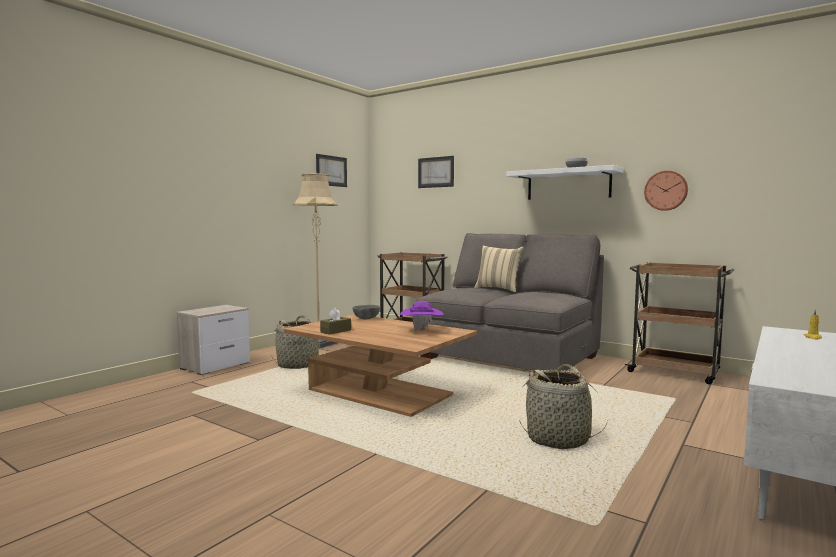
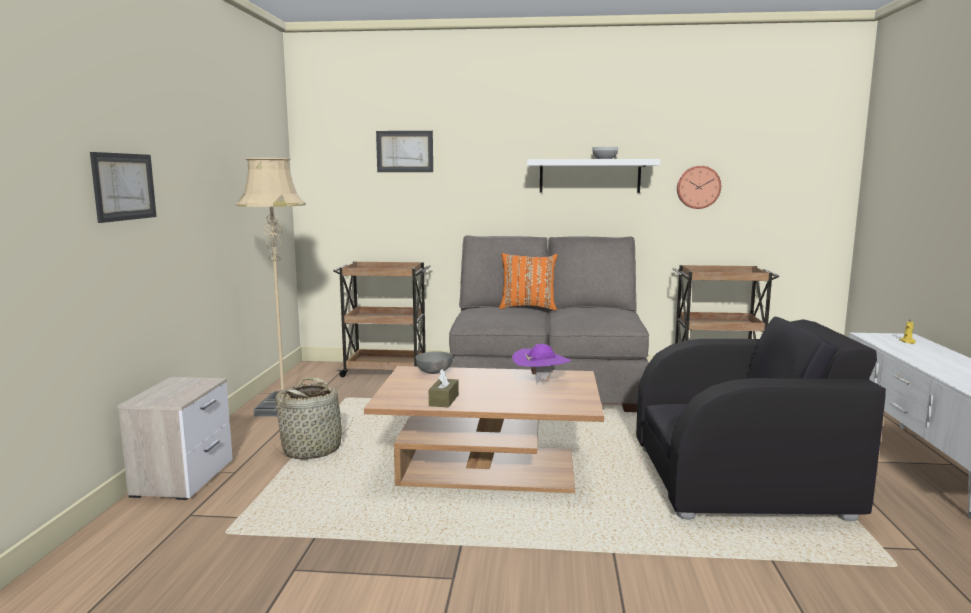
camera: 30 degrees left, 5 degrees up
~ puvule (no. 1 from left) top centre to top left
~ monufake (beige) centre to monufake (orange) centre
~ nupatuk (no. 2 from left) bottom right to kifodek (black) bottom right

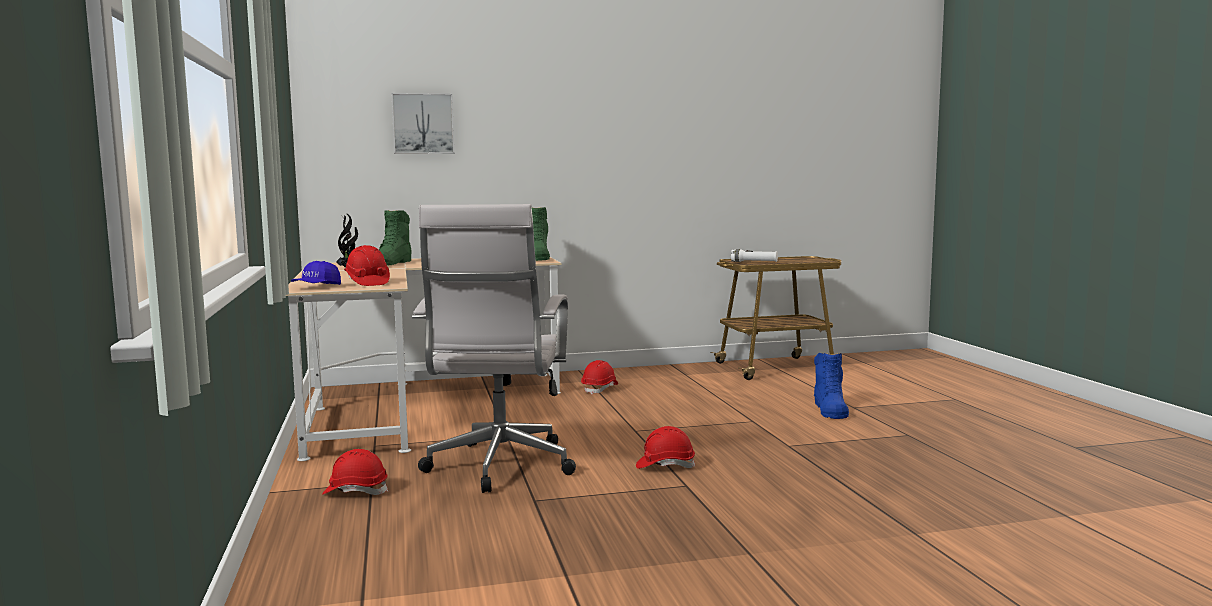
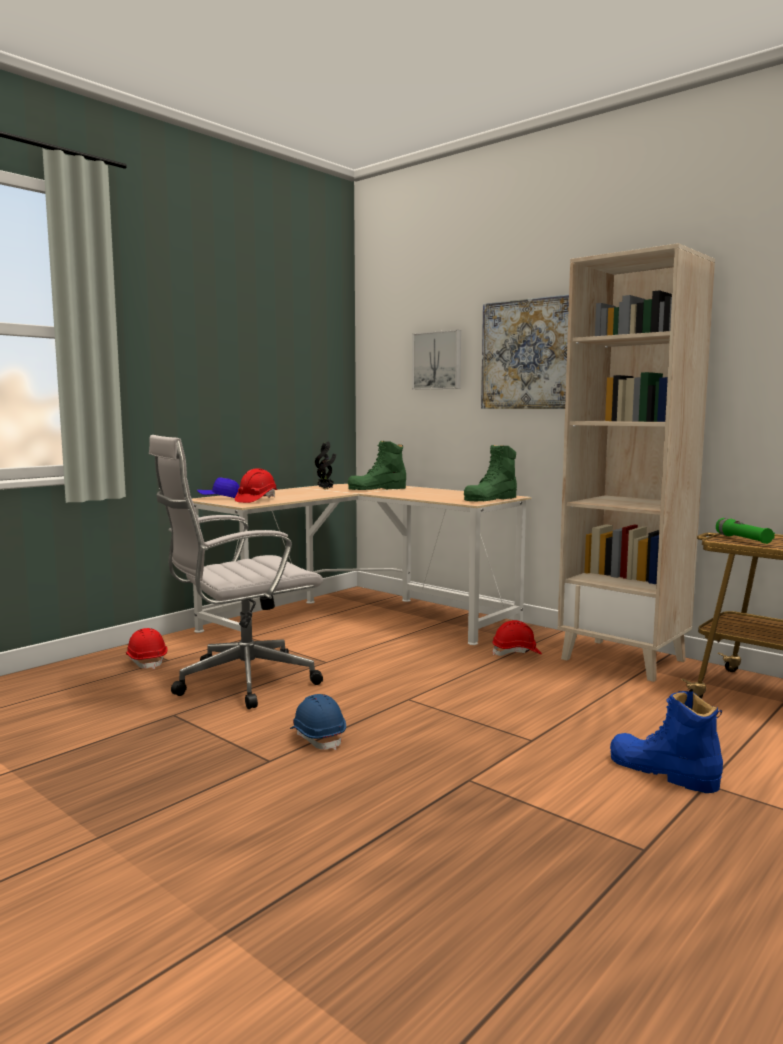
camera: 55 degrees right, 0 degrees up
~ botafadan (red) (no. 4 from left) bottom centre to botafadan (blue) bottom centre
+ puvule (no. 2 from left) middle right
+ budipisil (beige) middle right
~ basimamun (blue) middle right = bottom right 75 degrees clockwise
~ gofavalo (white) centre to gofavalo (green) middle right

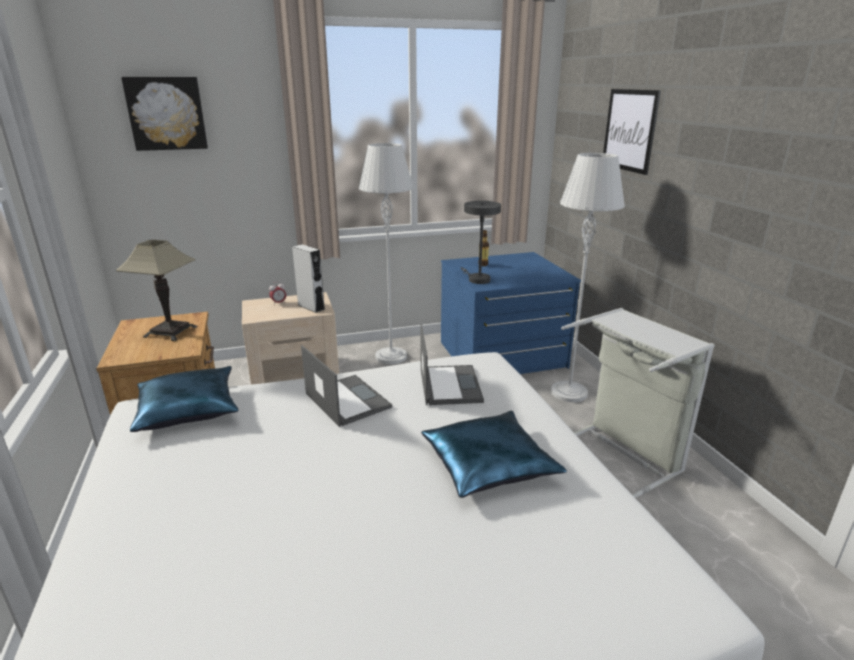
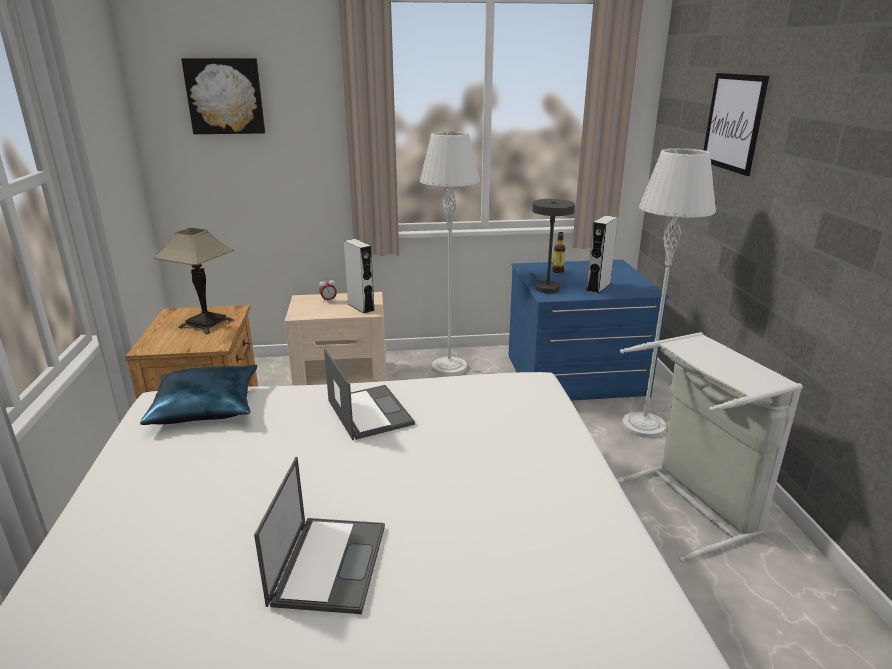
camera: 10 degrees right, 0 degrees up
~ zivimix (no. 2 from left in the first image) centre to zivimix (no. 1 from left) bottom centre
+ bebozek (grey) (no. 2 from left) middle right
- monufake (blue) (no. 2 from left) bottom centre

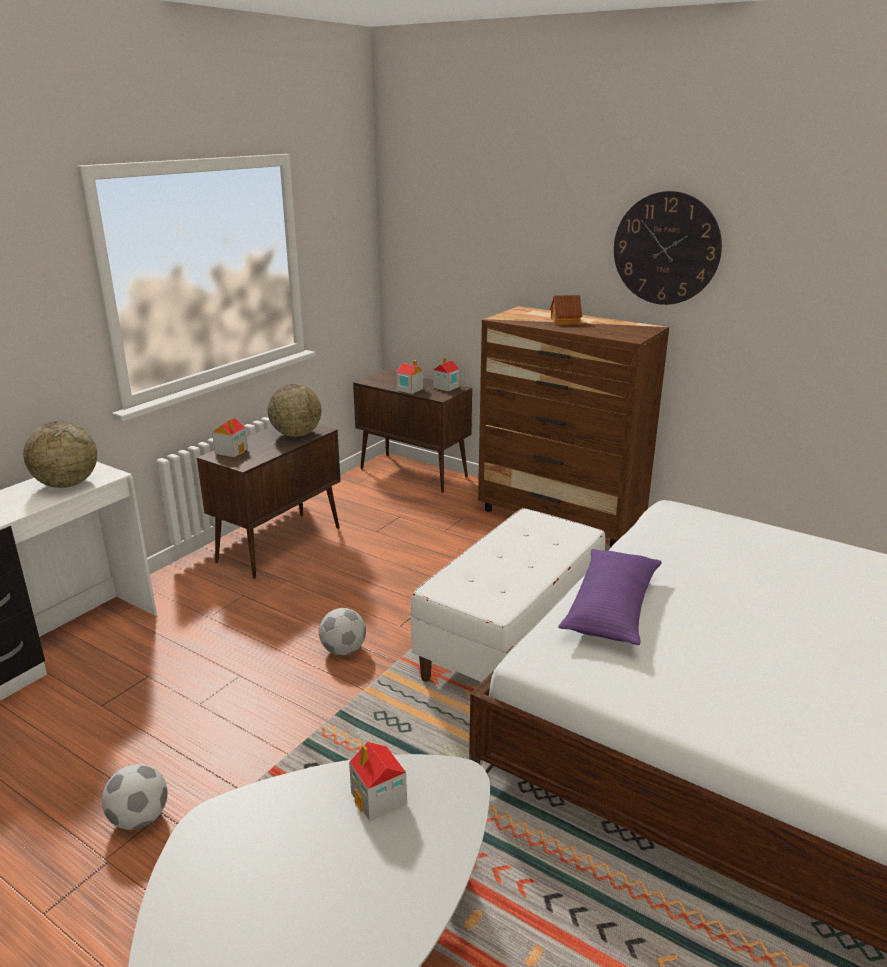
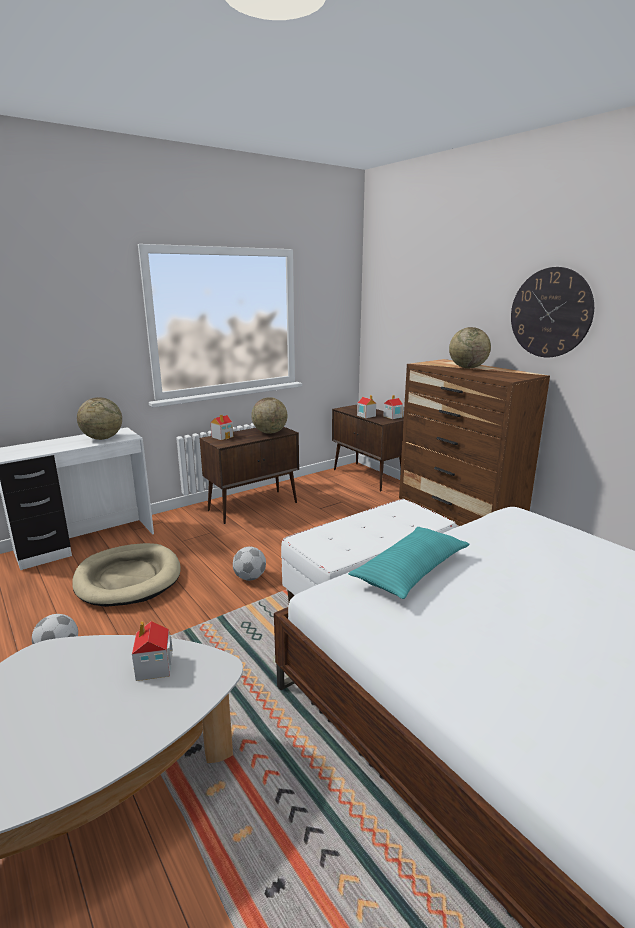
camera: 20 degrees right, 5 degrees down
+ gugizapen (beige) middle left
~ monufake (purple) middle right to monufake (turquoise) centre
~ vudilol (no. 5 from left) top centre to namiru (no. 3 from left) middle right

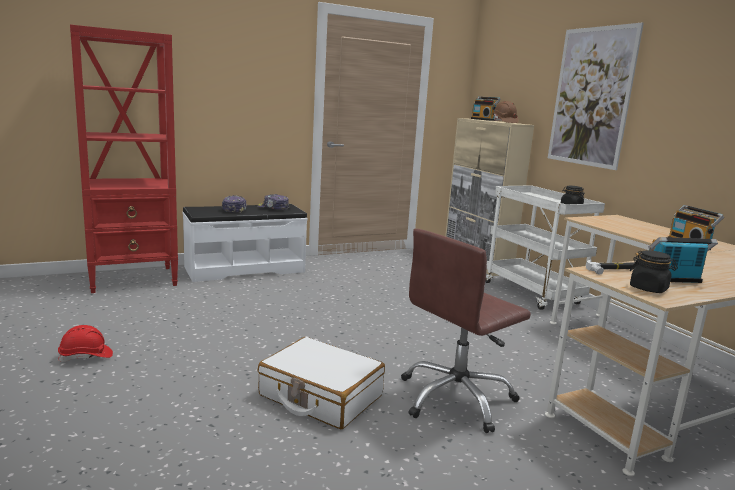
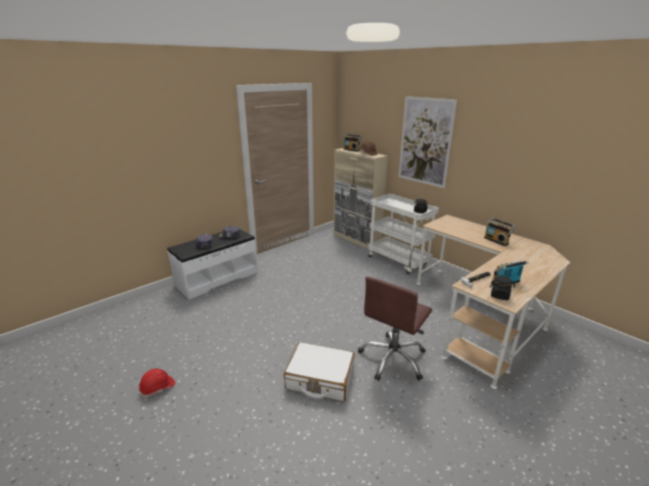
camera: 15 degrees left, 10 degrees up
- budipisil (red) top left

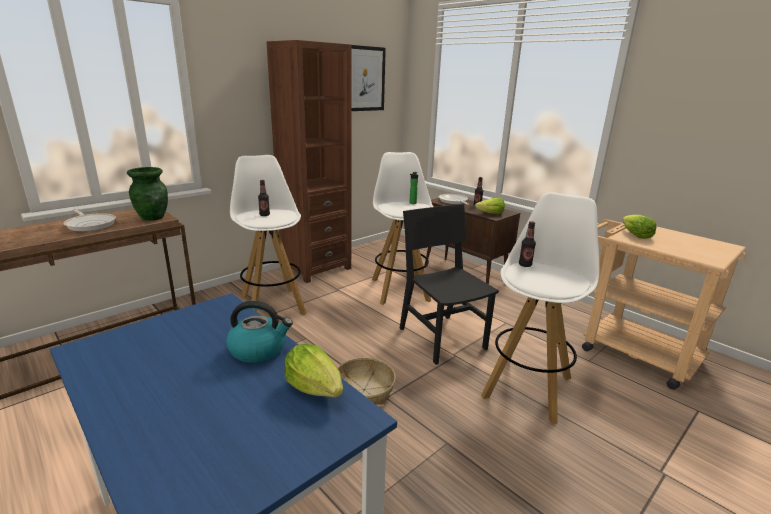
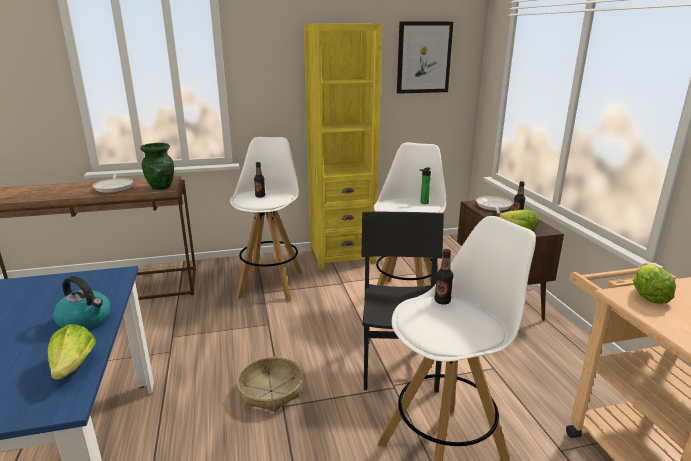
camera: 30 degrees right, 0 degrees up
~ budipisil (brown) top centre to budipisil (yellow) top centre

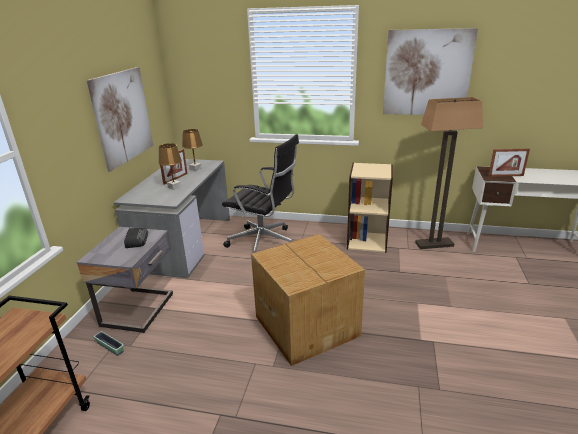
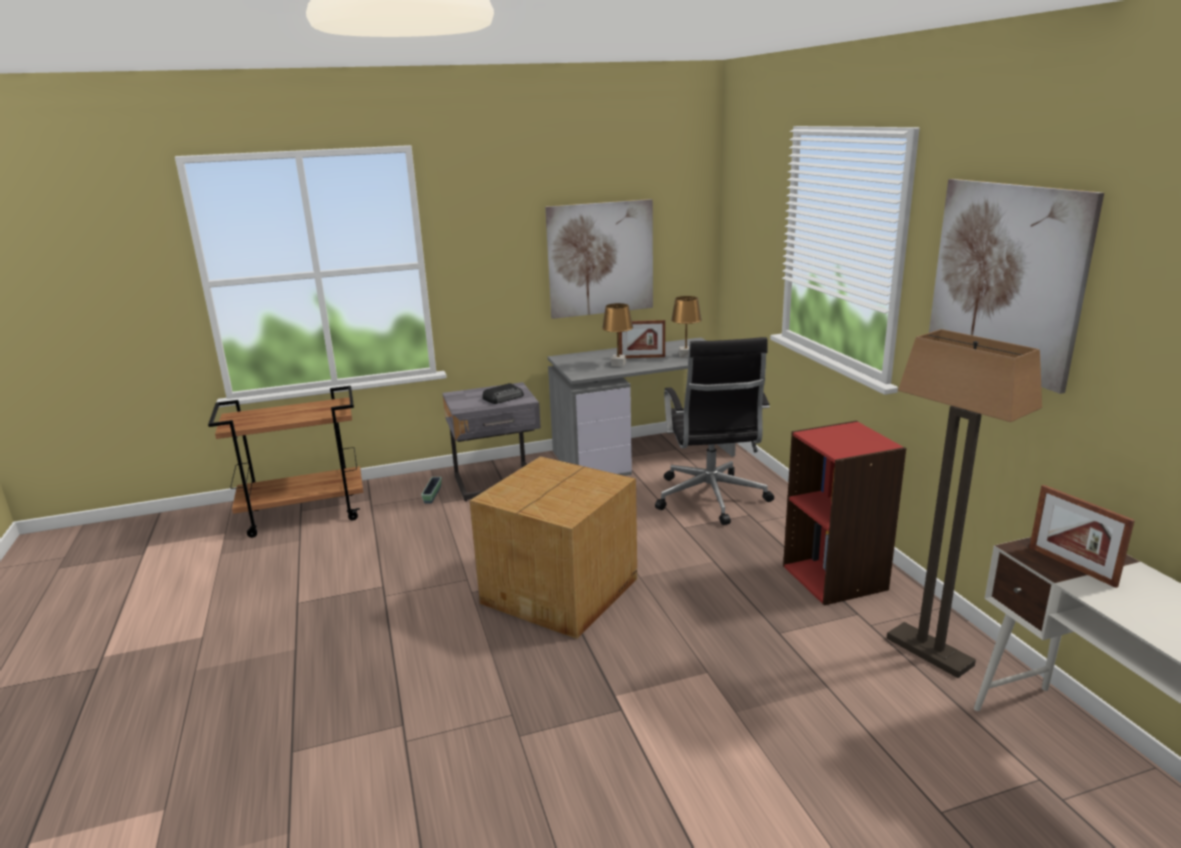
camera: 60 degrees right, 5 degrees down
~ budipisil (beige) centre to budipisil (red) middle right

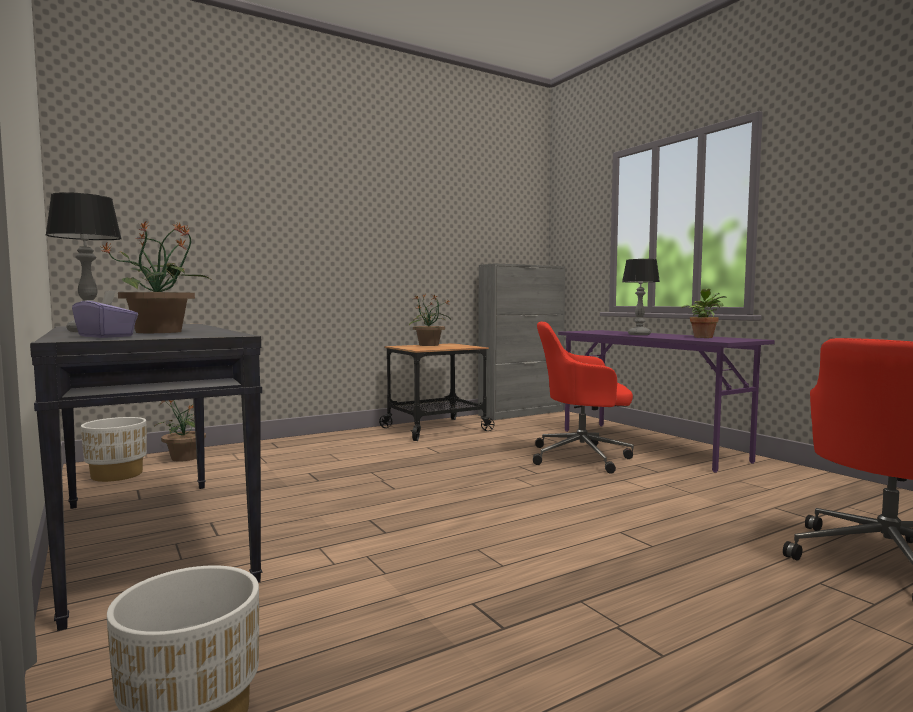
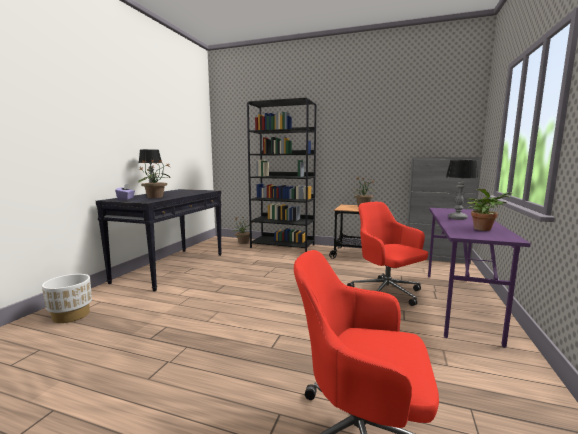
camera: 50 degrees right, 5 degrees up
+ budipisil (black) centre
- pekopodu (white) (no. 1 from left) middle left

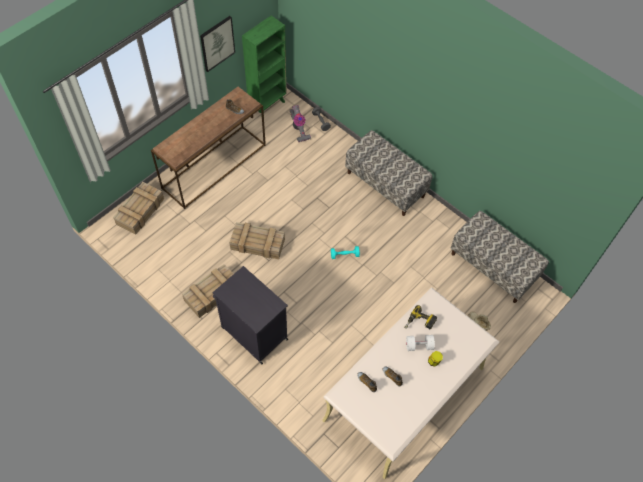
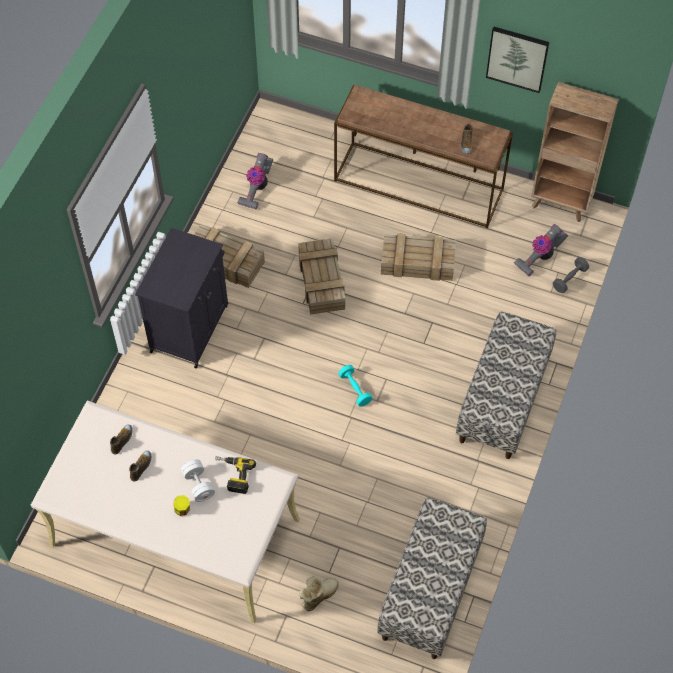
camera: 70 degrees right, 0 degrees up
+ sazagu (no. 1 from left) top centre
~ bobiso (no. 1 from left in the first image) middle left to bobiso (no. 3 from left) centre
~ budipisil (green) top centre to budipisil (brown) top right

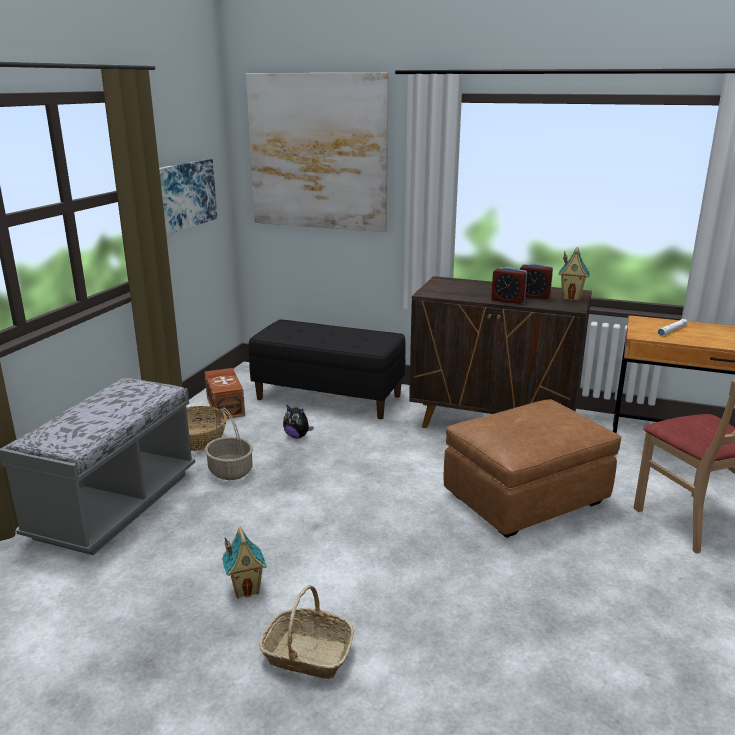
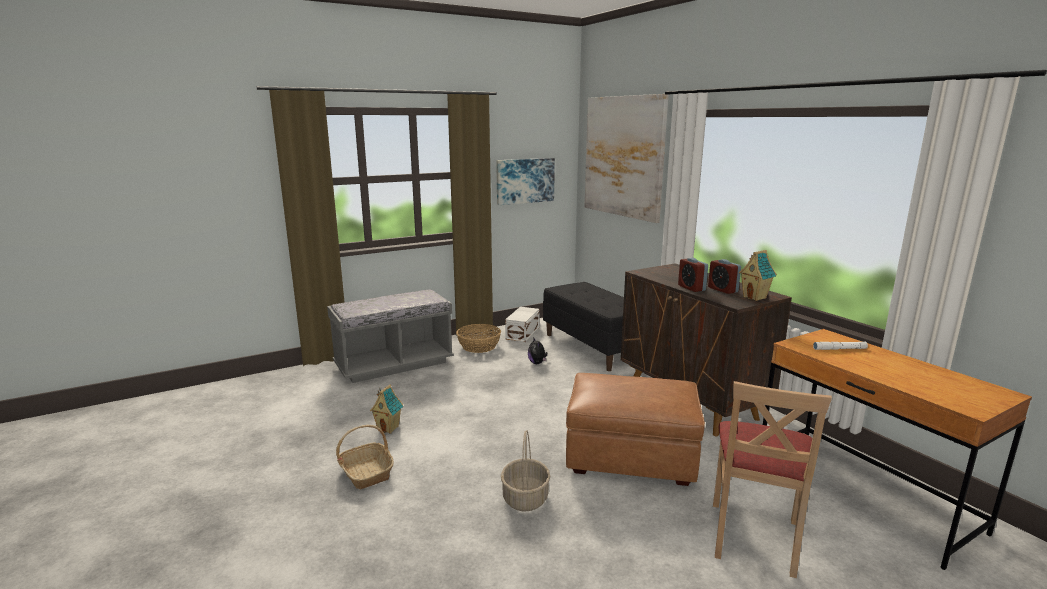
camera: 40 degrees right, 5 degrees down
~ nupatuk (no. 2 from left in the first image) middle left to nupatuk (no. 3 from left) bottom centre
~ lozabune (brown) middle left to lozabune (white) centre

